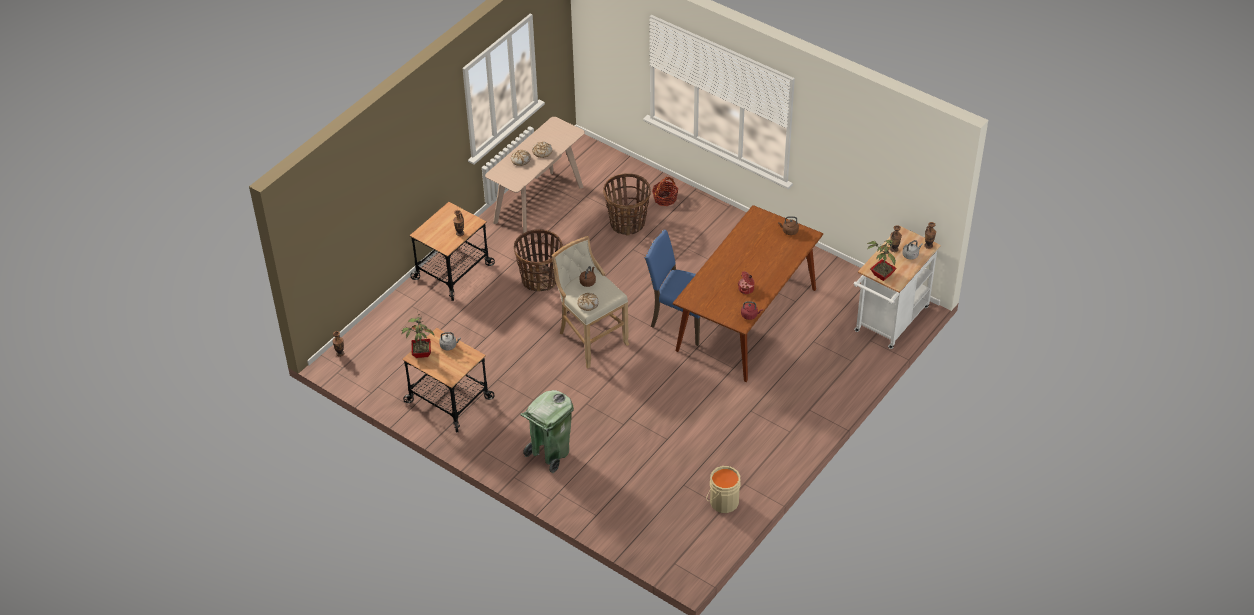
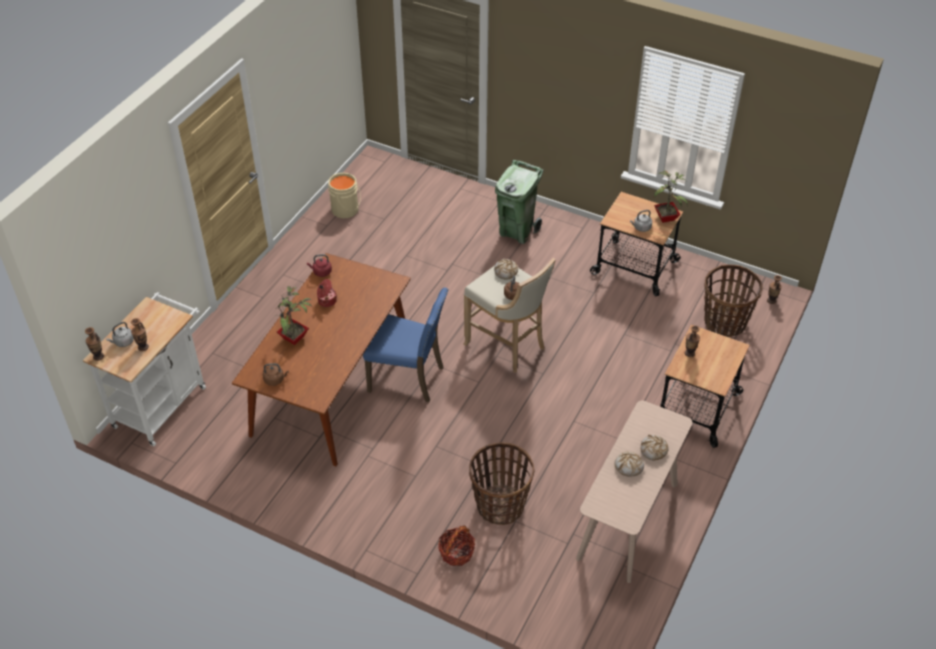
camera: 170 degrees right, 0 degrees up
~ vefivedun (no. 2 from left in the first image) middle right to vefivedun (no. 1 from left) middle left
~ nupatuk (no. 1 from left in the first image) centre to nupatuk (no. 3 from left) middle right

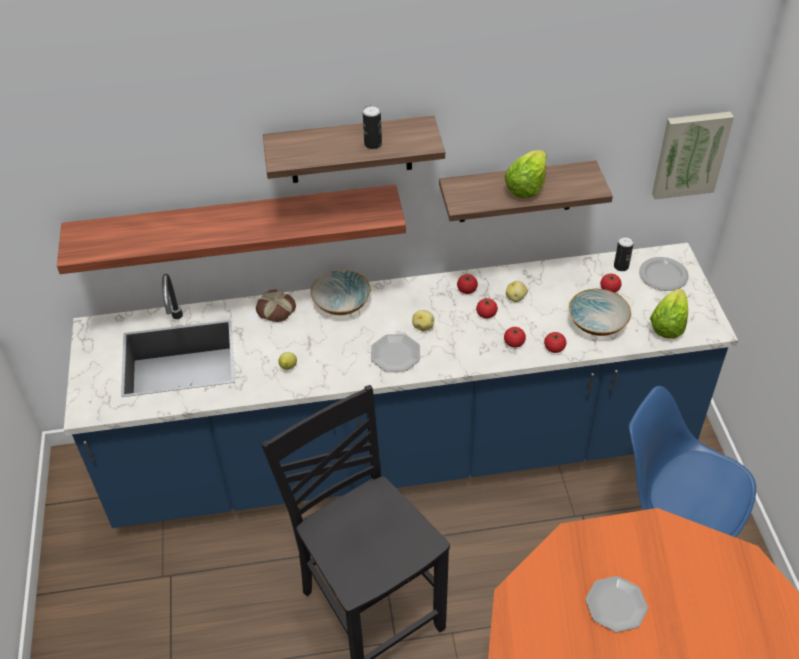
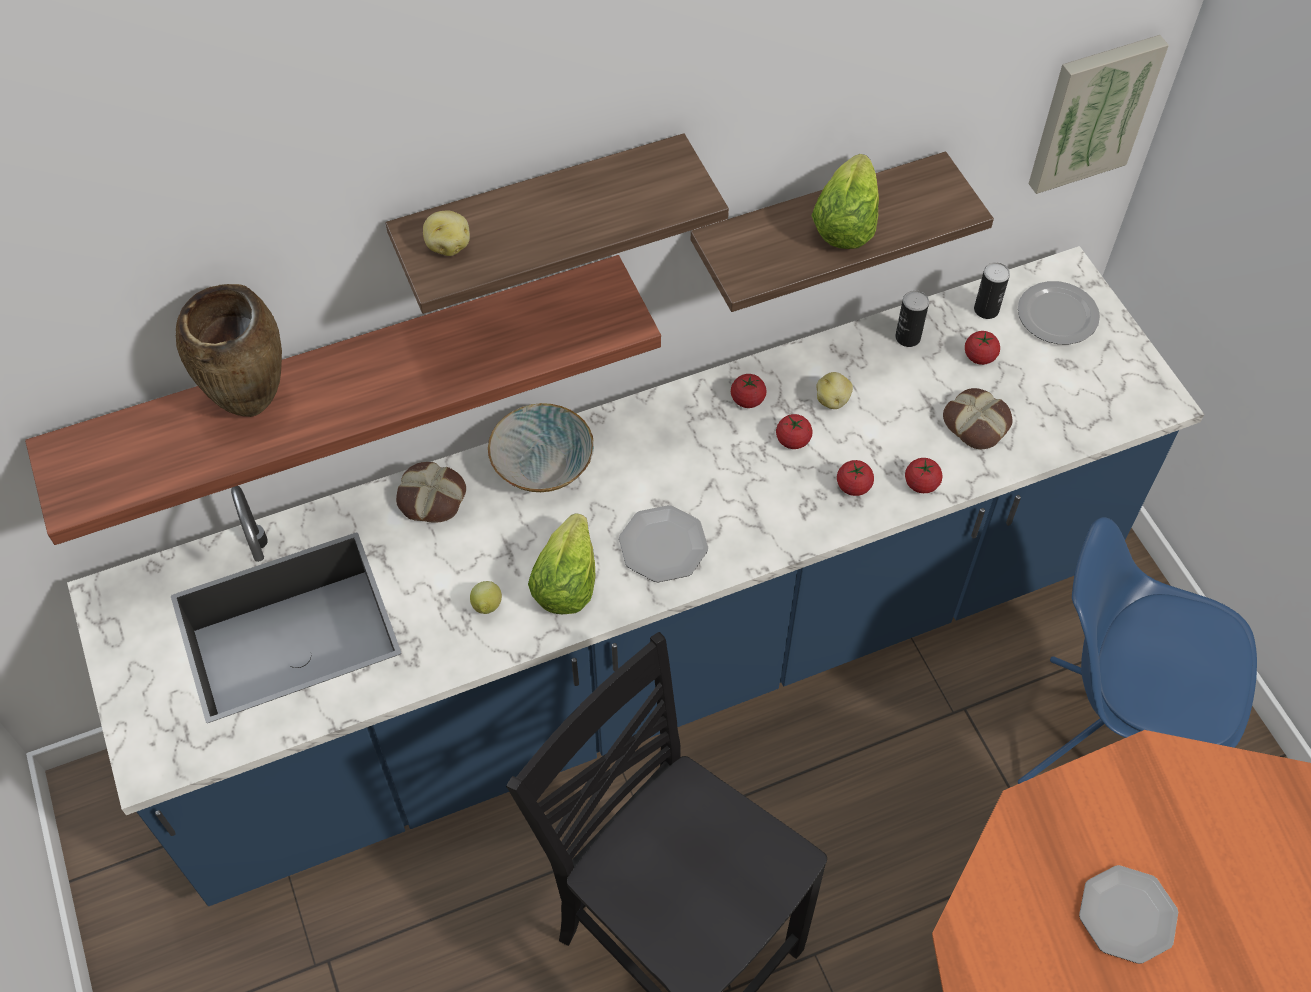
camera: 15 degrees left, 10 degrees up
+ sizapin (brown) middle left
~ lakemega (no. 1 from left) centre to top centre
~ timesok (no. 2 from left in the first image) middle right to timesok (no. 1 from left) centre
~ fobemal (no. 1 from left) top centre to top right
~ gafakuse (no. 2 from left) middle right to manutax (no. 2 from left) middle right

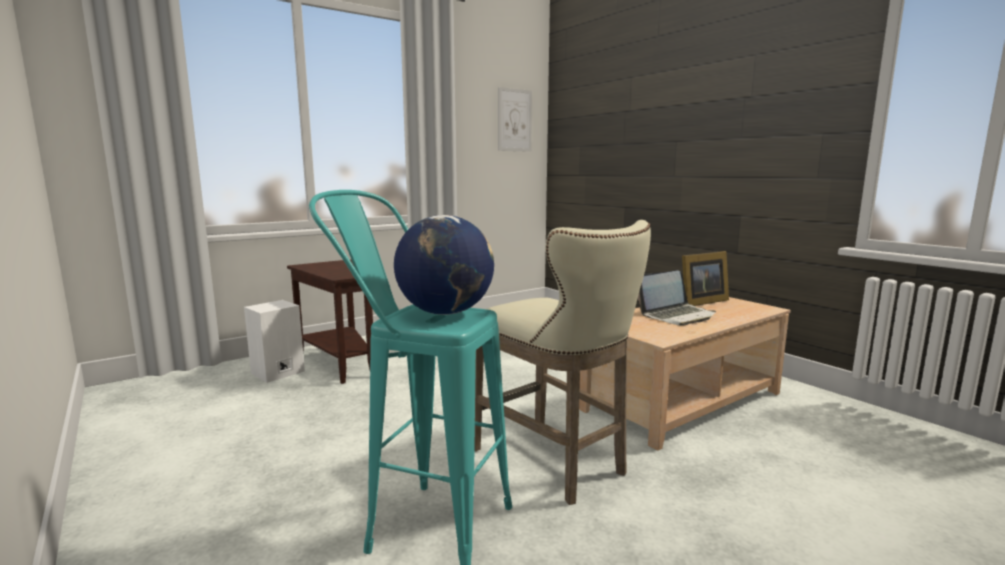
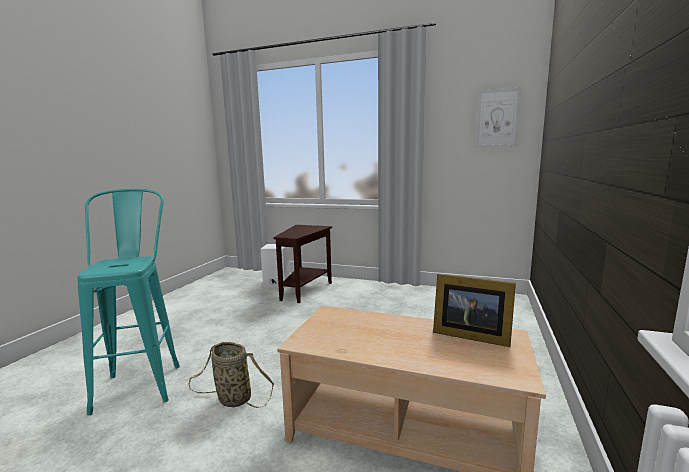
camera: 55 degrees right, 0 degrees up
~ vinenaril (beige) centre to nupatuk bottom centre
- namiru centre
- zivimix middle right

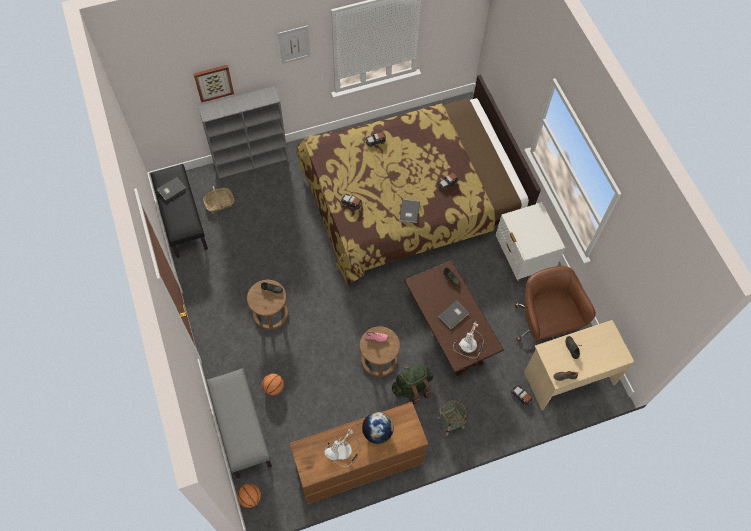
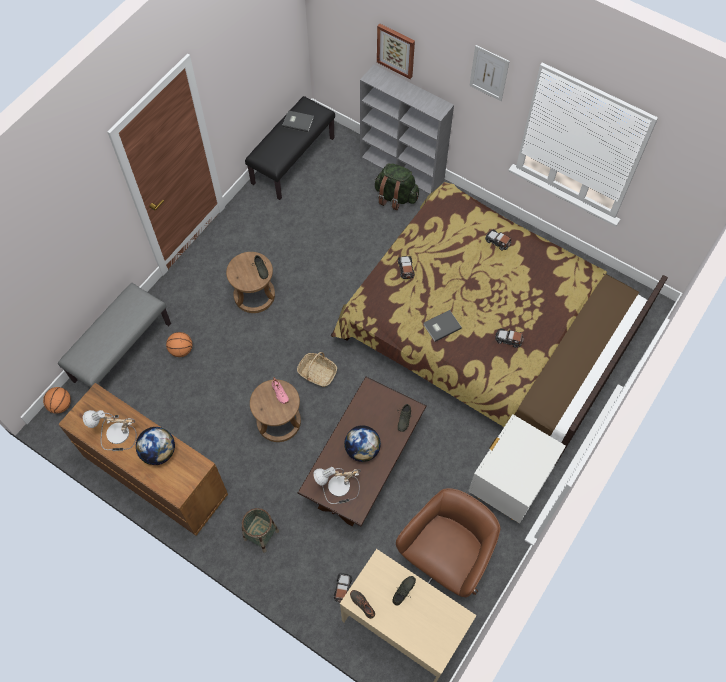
camera: 55 degrees right, 0 degrees up
~ nupatuk (no. 1 from left in the first image) middle left to nupatuk (no. 2 from left) centre
~ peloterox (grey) (no. 3 from left) centre to namiru (no. 2 from left) centre
~ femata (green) bottom centre to top centre

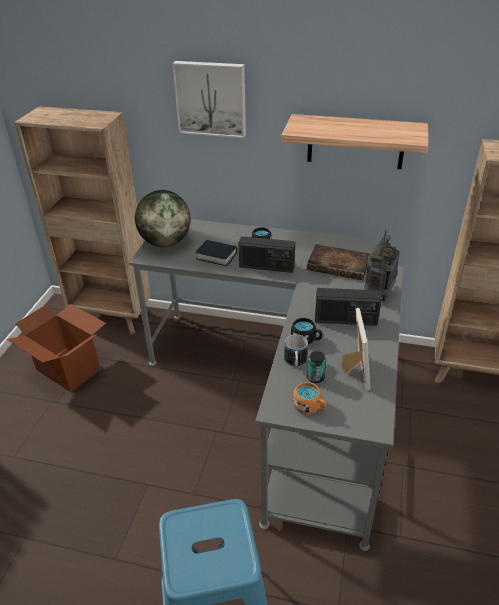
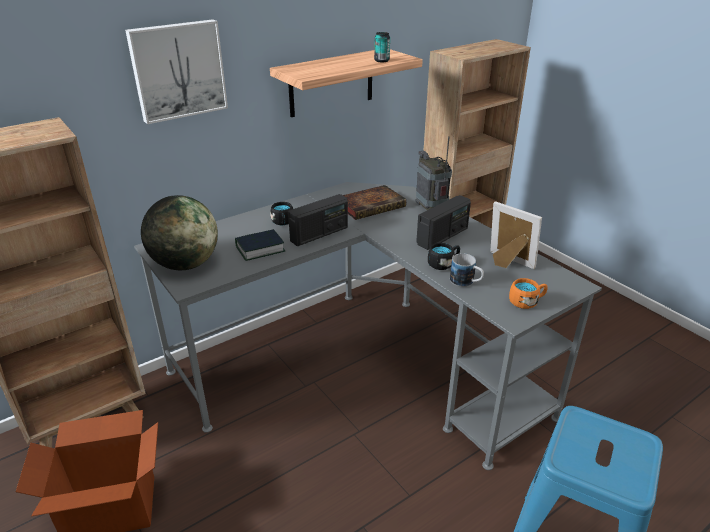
camera: 50 degrees left, 5 degrees down
~ fobemal centre to top centre

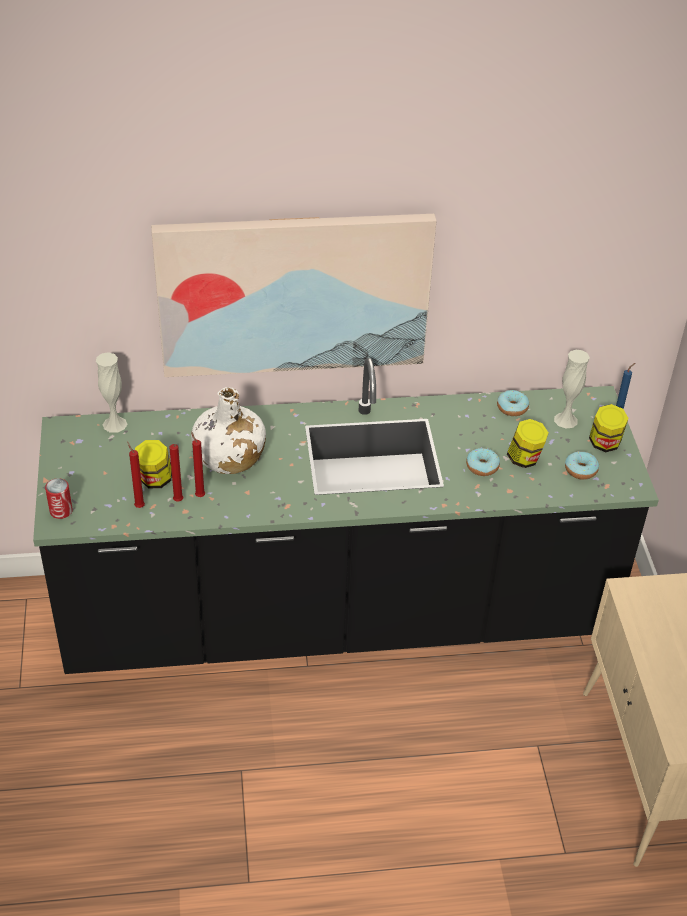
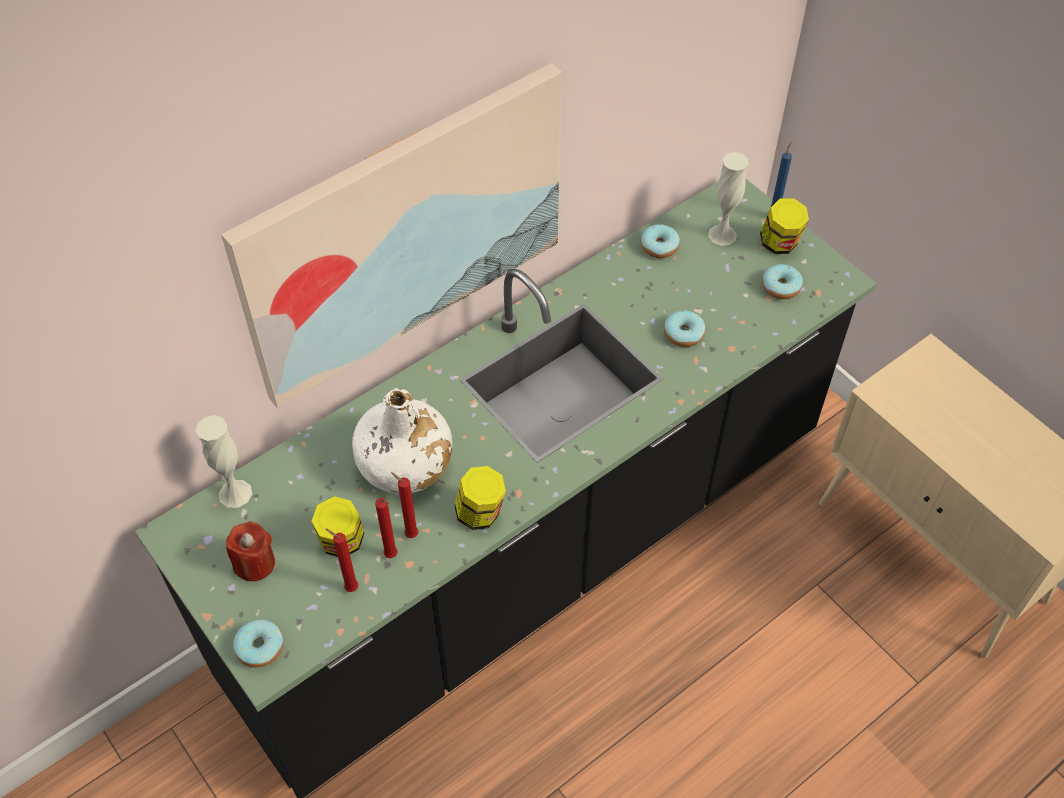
camera: 30 degrees left, 10 degrees up
+ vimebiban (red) (no. 1 from left) bottom left
~ fobemal middle left to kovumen (no. 1 from left) bottom left
~ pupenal (no. 2 from left) middle right to centre

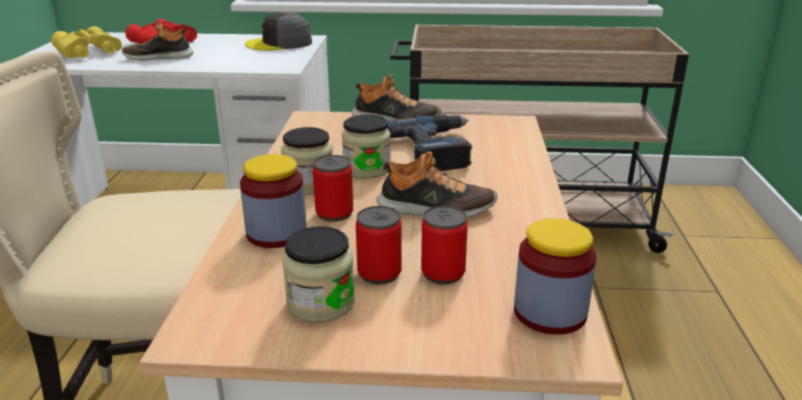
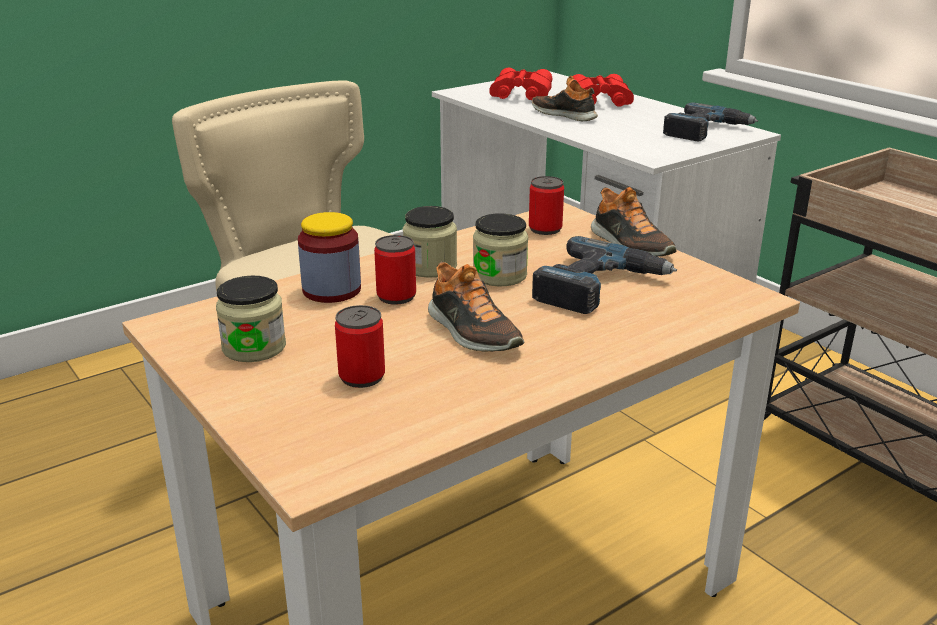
camera: 50 degrees right, 0 degrees up
~ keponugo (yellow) top left to keponugo (red) (no. 1 from left) top centre
~ fobemal (no. 2 from left in the first image) centre to fobemal (no. 3 from left) top centre
~ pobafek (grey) top centre to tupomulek (no. 2 from left) top right
- pupenal (no. 5 from left) bottom right

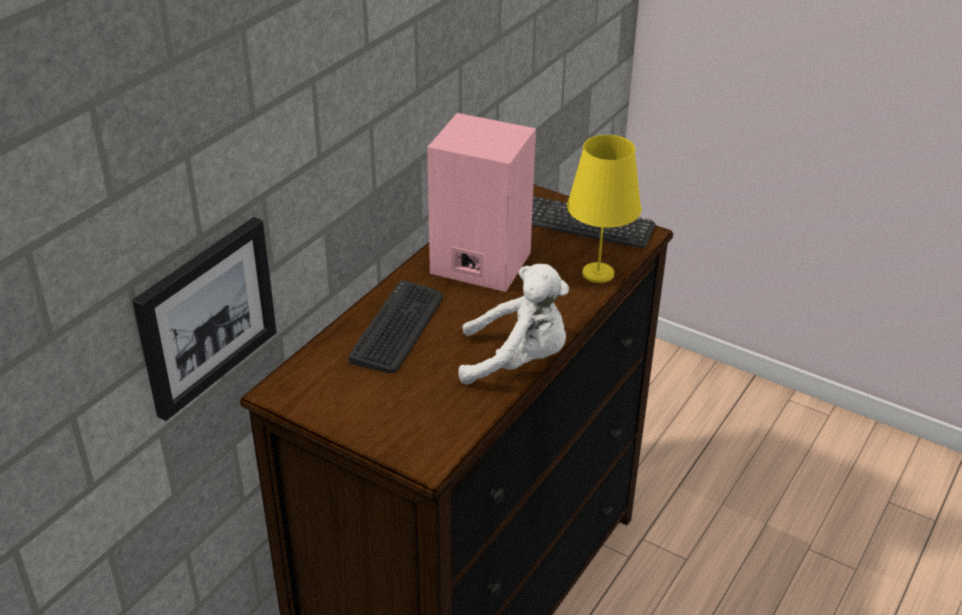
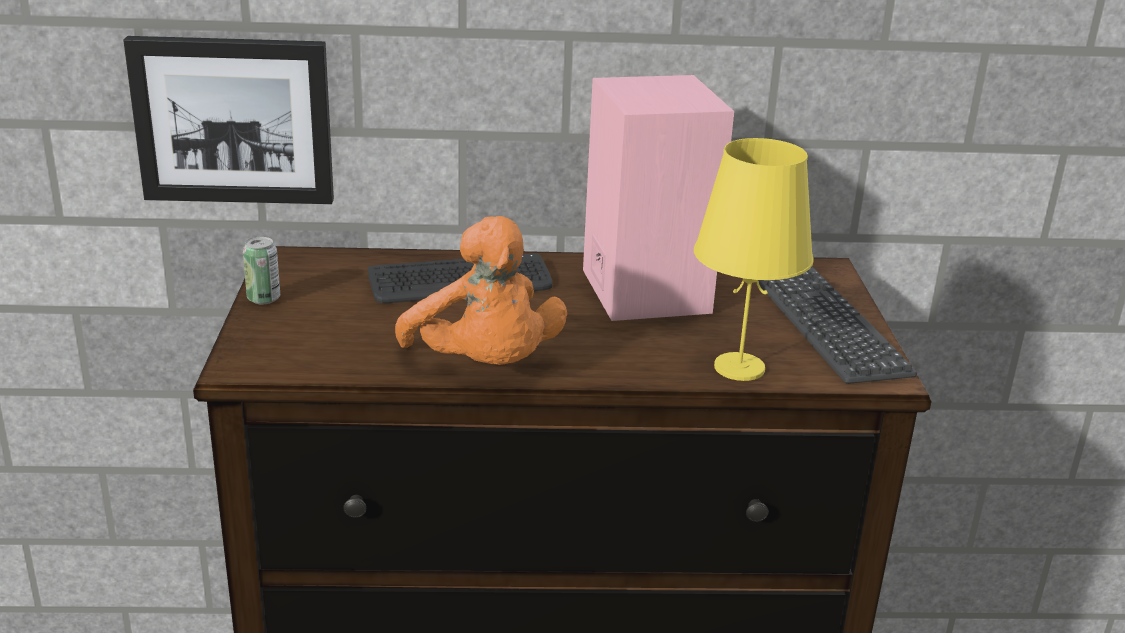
camera: 55 degrees right, 10 degrees down
+ fobemal middle left
~ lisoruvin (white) centre to lisoruvin (orange) centre

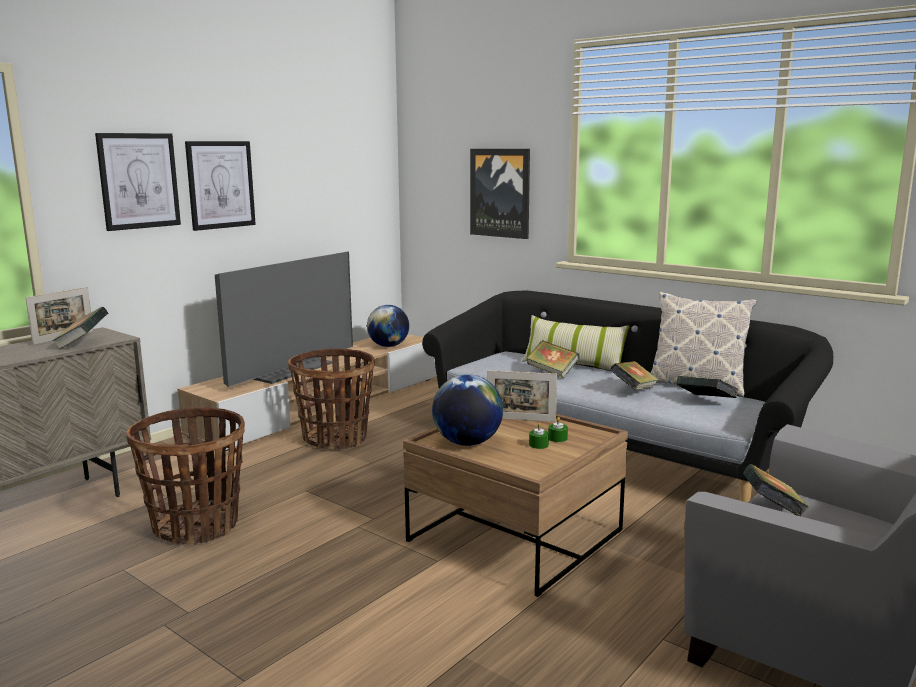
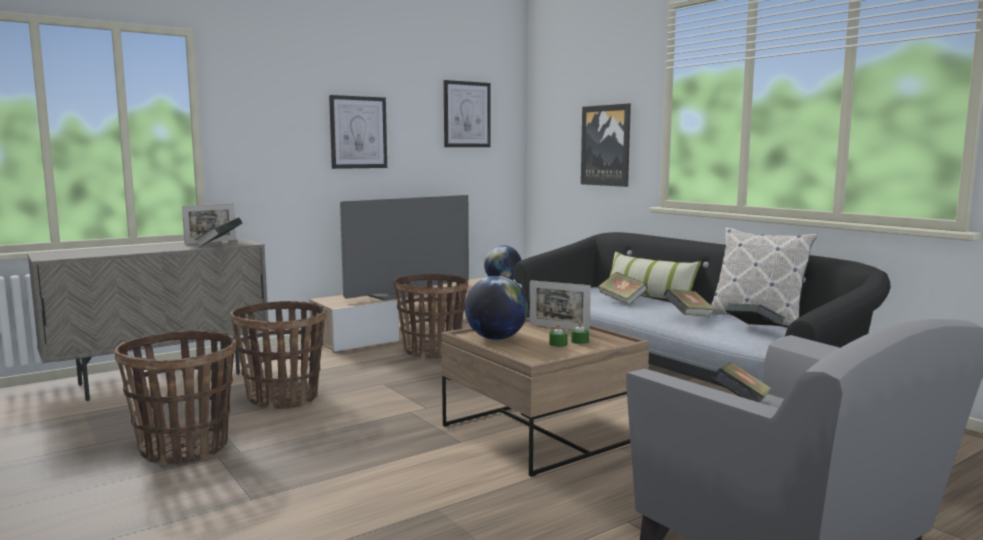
camera: 15 degrees right, 5 degrees down
+ nupatuk (no. 1 from left) bottom left
~ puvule (no. 1 from left in the first image) top left to puvule (no. 2 from left) top centre

